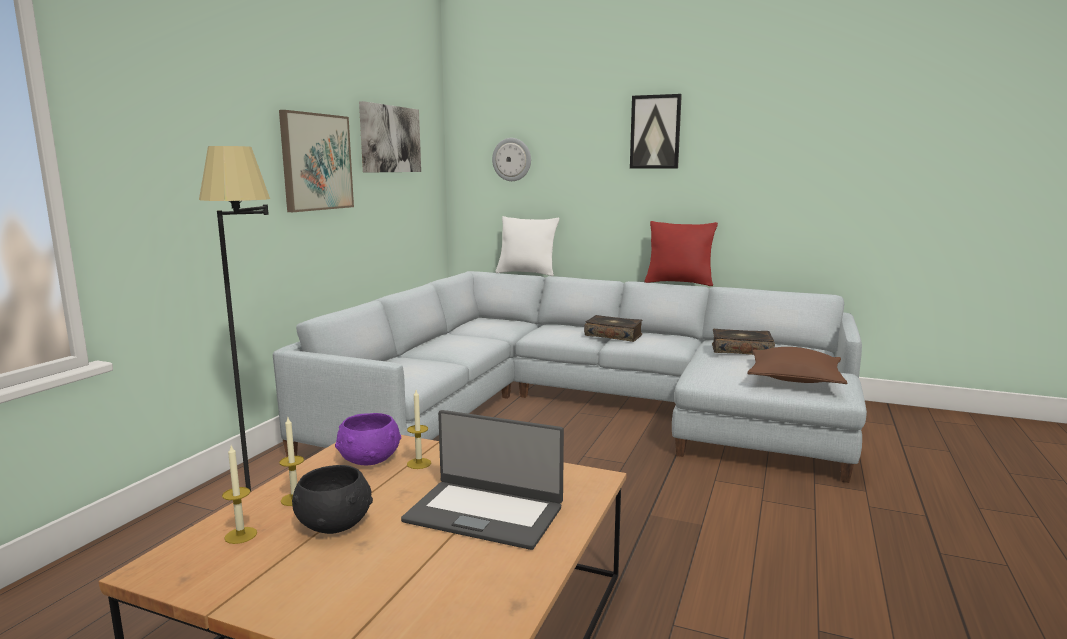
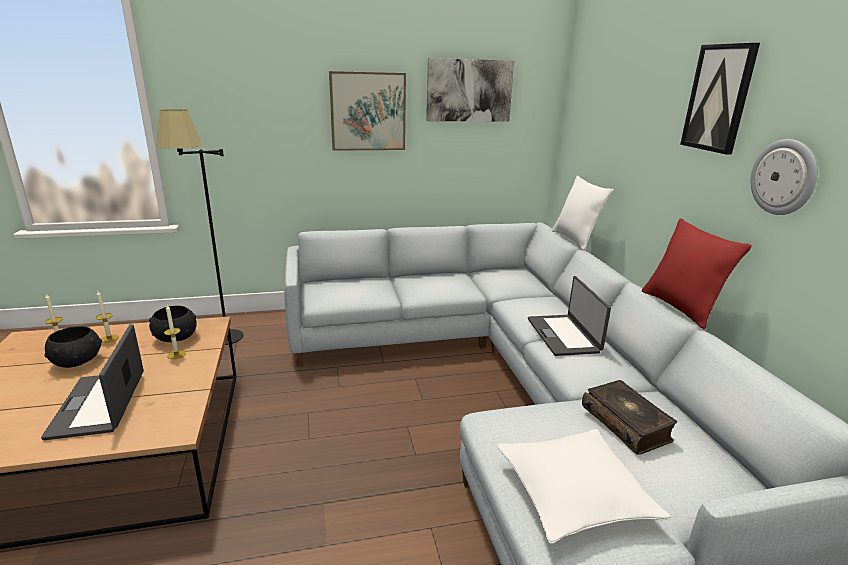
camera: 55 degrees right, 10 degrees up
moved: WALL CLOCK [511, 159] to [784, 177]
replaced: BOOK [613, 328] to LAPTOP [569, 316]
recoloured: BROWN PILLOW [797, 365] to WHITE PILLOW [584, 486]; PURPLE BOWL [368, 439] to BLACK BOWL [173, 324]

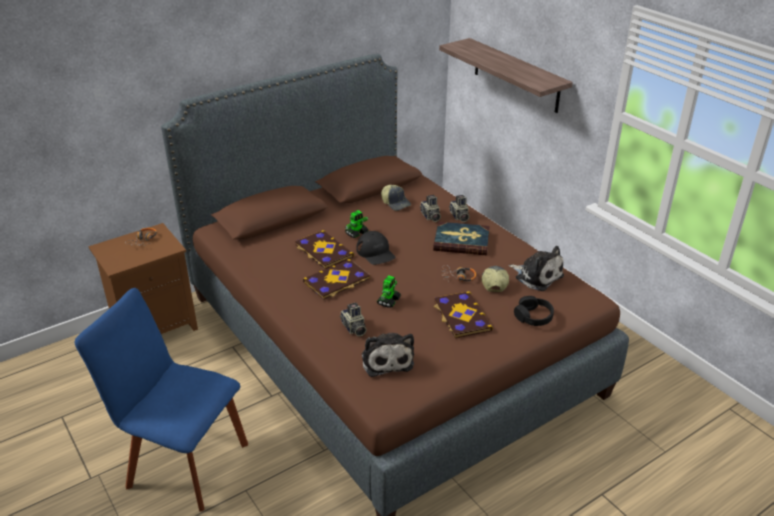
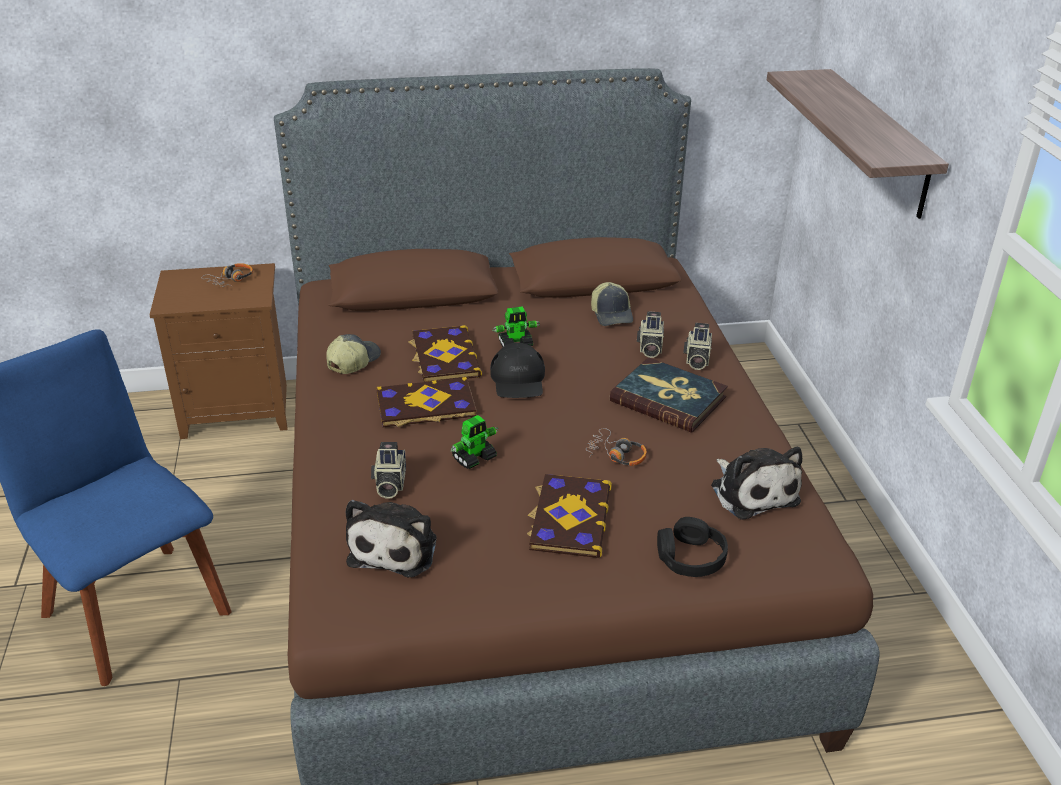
camera: 25 degrees right, 0 degrees up
moved: CAP [495, 279] to [353, 354]

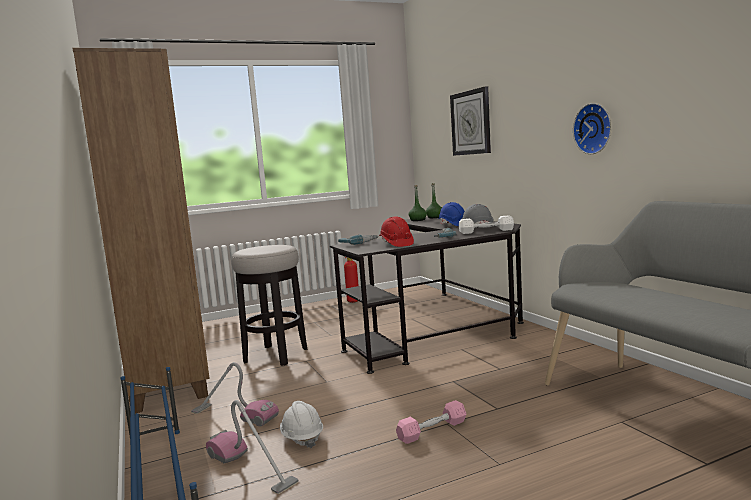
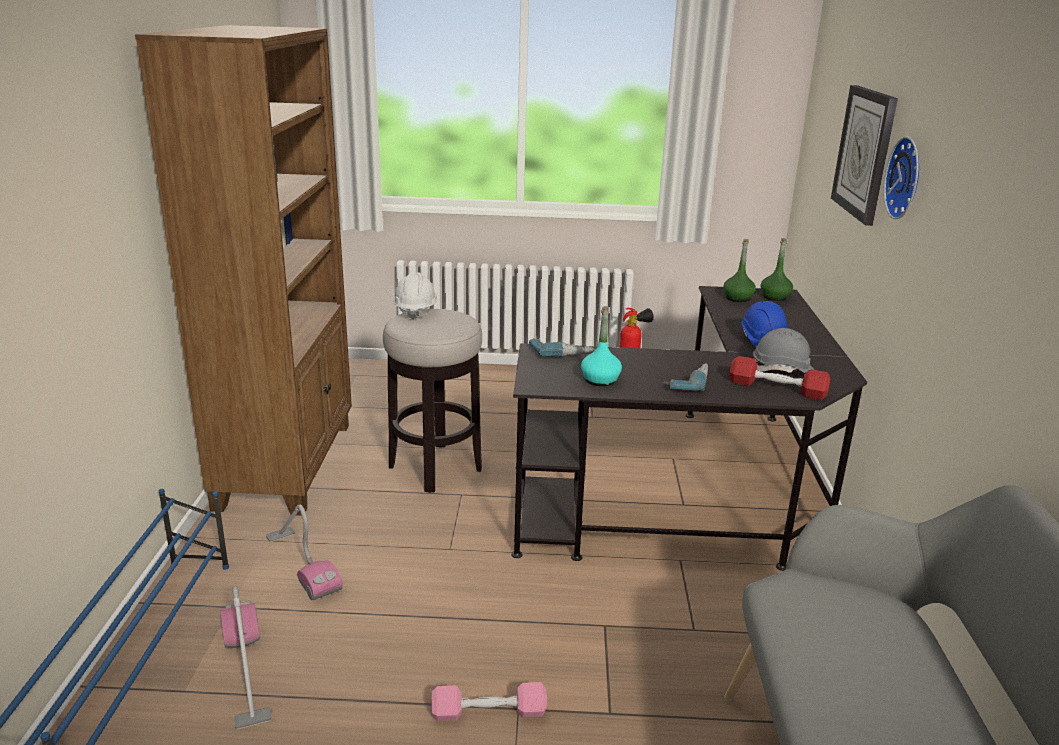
camera: 25 degrees right, 15 degrees up
moved: WALL CLOCK [592, 128] to [901, 177]; WHITE HARD HAT [301, 424] to [415, 296]
replaced: RED HARD HAT [396, 231] to TURQUOISE BOTTLE [601, 346]
recoloured: WHITE DUMBBELL [486, 224] to RED DUMBBELL [780, 378]

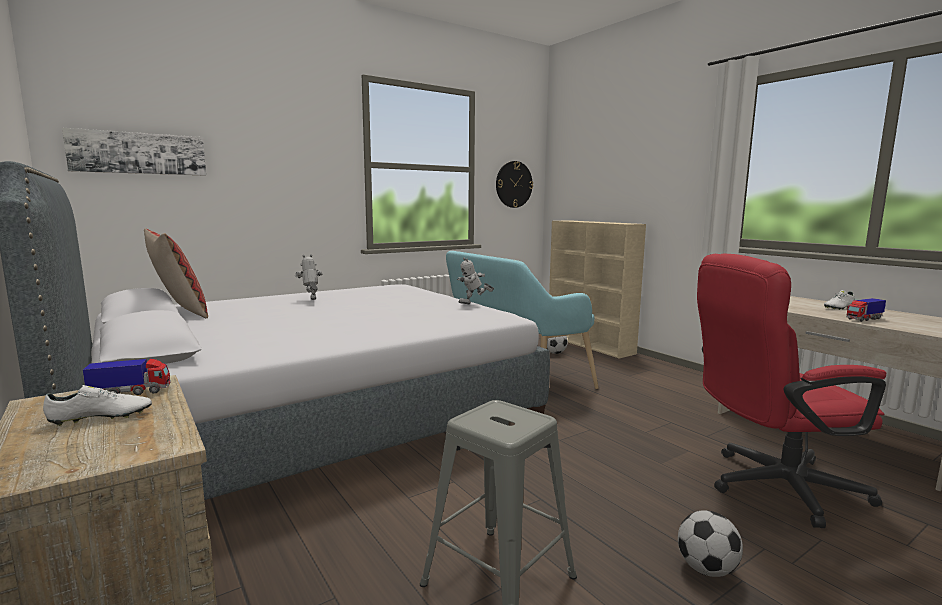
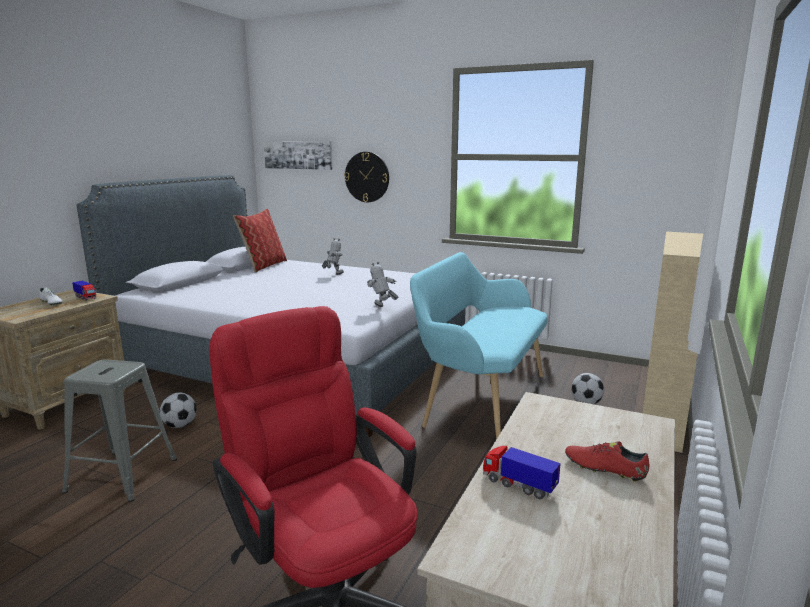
camera: 60 degrees right, 5 degrees up
moved: WALL CLOCK [514, 184] to [366, 177]; FOOTBALL [710, 543] to [178, 410]
recoloured: WHITE SHOE [839, 300] to RED SHOE [607, 461]

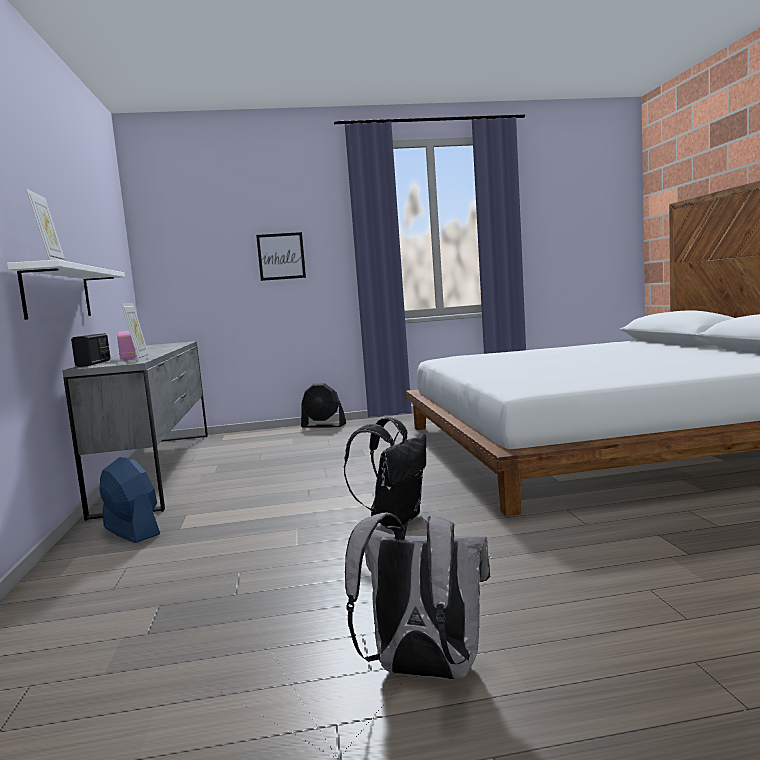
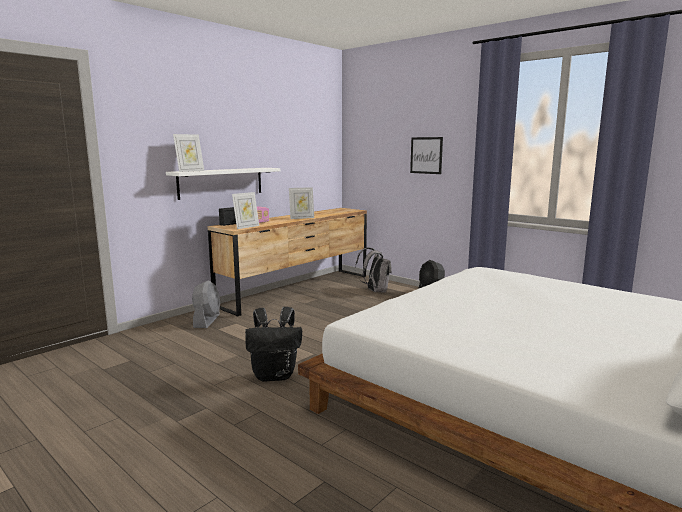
camera: 50 degrees right, 5 degrees up
added: PICTURE FRAME [301, 203]
moved: GREY BACKPACK [417, 596] to [373, 270]
recoloured: GREY DRESSER [135, 431] to BROWN DRESSER [287, 262]; BLUE FAN [129, 500] to GREY FAN [206, 304]

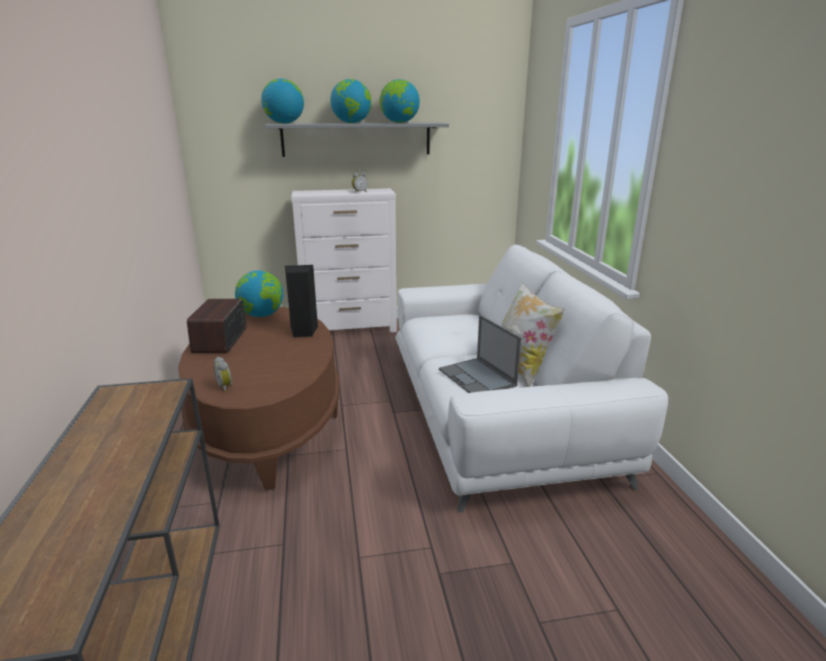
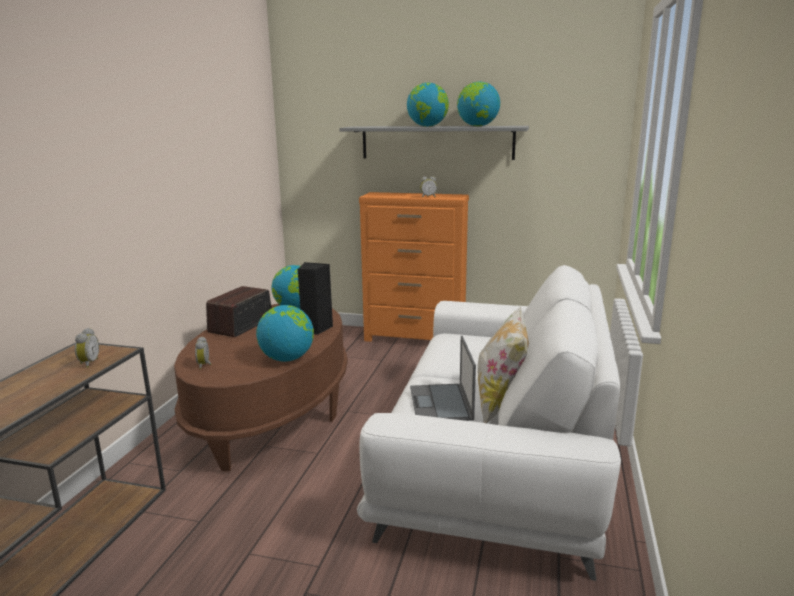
camera: 25 degrees right, 5 degrees down
added: ALARM CLOCK [87, 348]
moved: GLOBE [282, 101] to [285, 333]
recoloured: WHITE DRESSER [344, 260] to ORANGE DRESSER [414, 267]

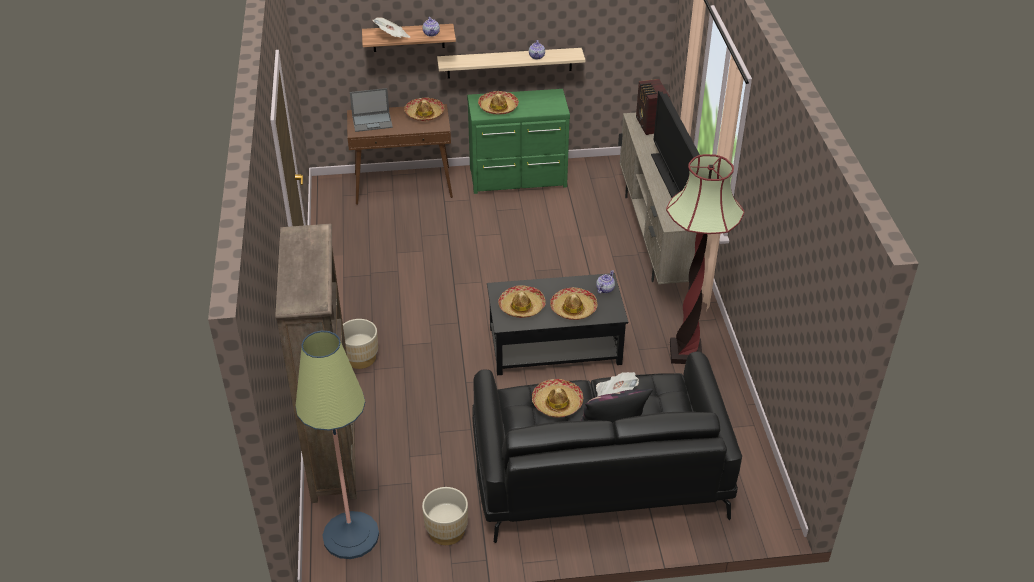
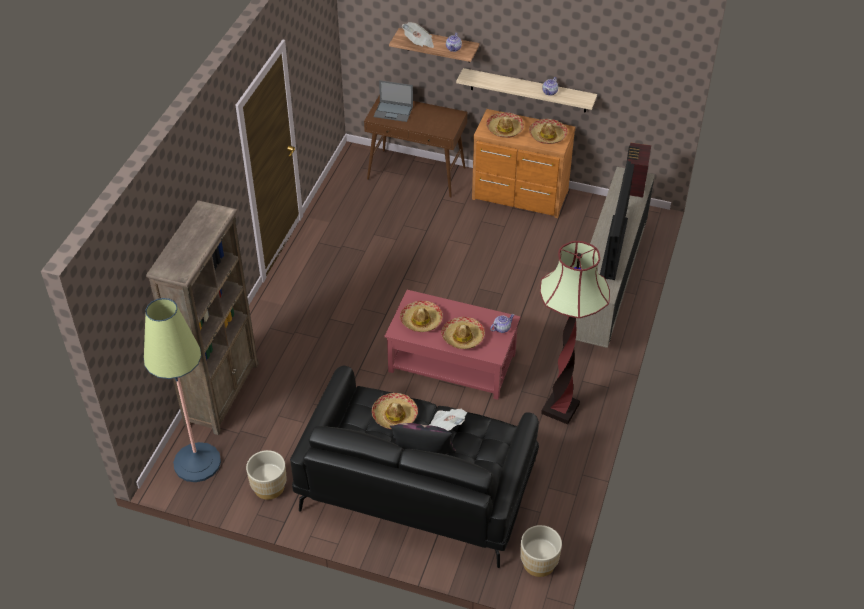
camera: 25 degrees right, 5 degrees up
moved: HAT [424, 109] to [548, 131]; BEIGE PLANTER [360, 344] to [541, 551]
recoloured: GREEN DRESSER [518, 141] to BROWN DRESSER [524, 163]; BLACK COFFEE TABLE [557, 324] to RED COFFEE TABLE [453, 345]

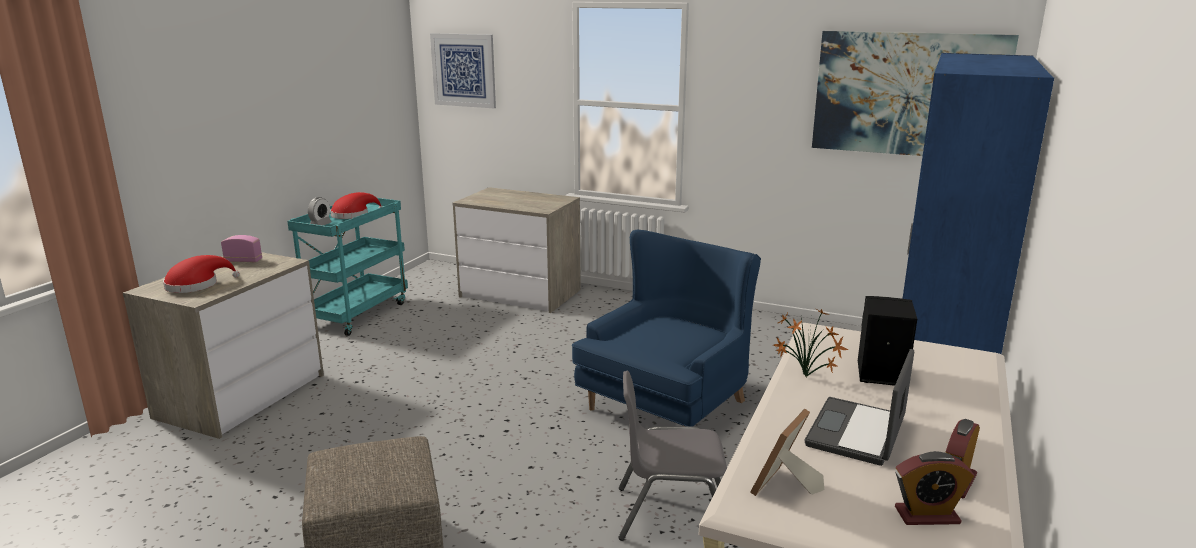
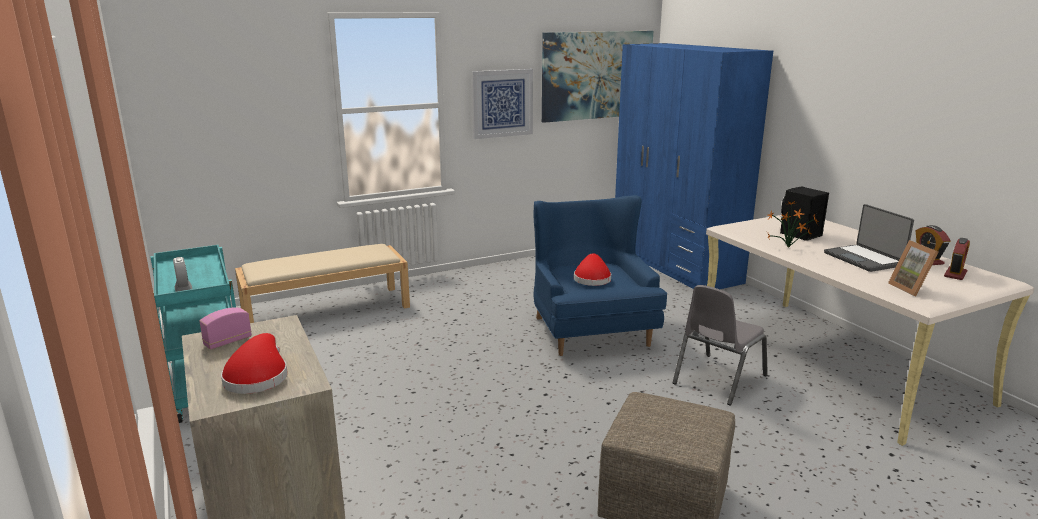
camera: 50 degrees left, 0 degrees up
moved: PICTURE [463, 70] to [502, 104]; RED HAT [356, 205] to [592, 269]
replaced: DRESSER [517, 250] to BEIGE BENCH [322, 283]

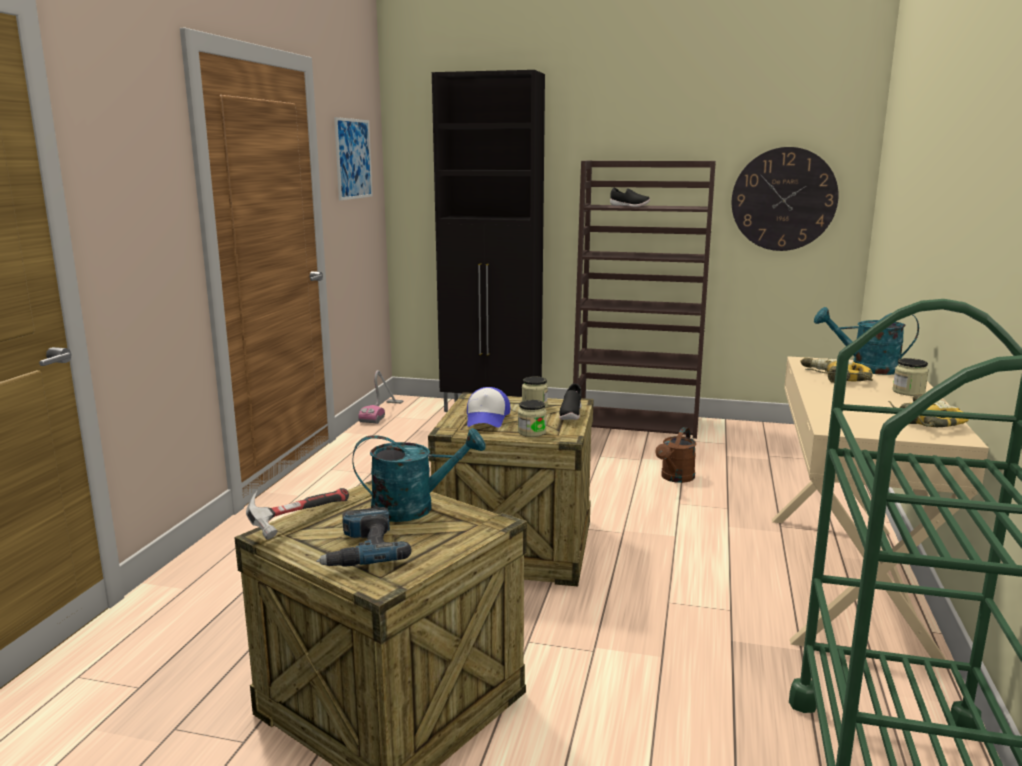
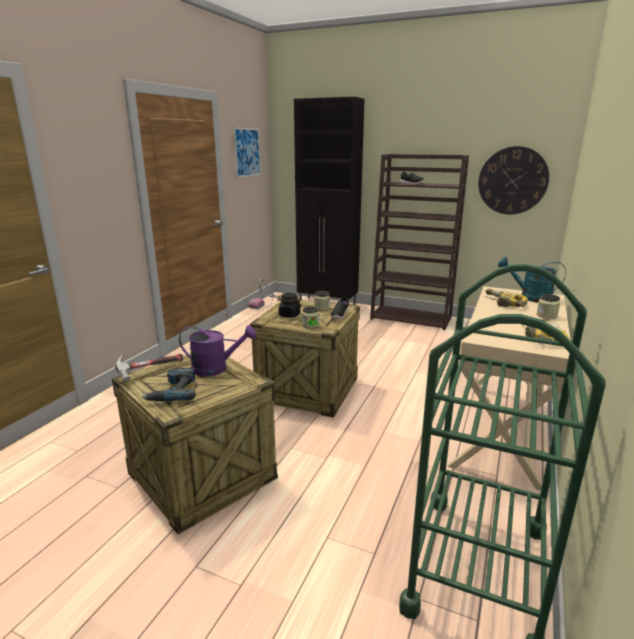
camera: 10 degrees right, 5 degrees up
removed: BROWN WATERING CAN [676, 455]
replaced: CAP [488, 407] to BLACK JAR [289, 305]
recoloured: TURQUOISE WATERING CAN [419, 475] to PURPLE WATERING CAN [217, 350]

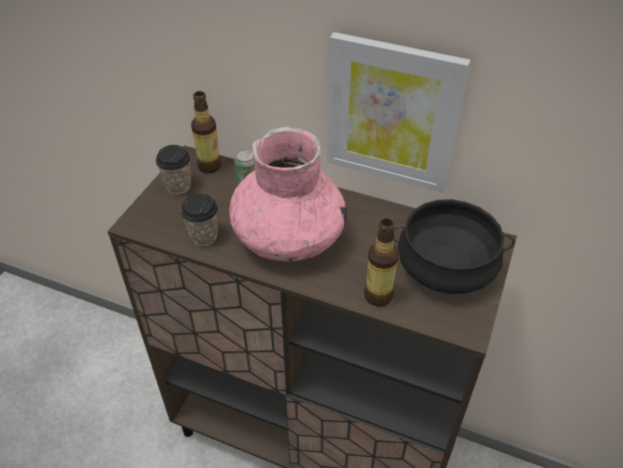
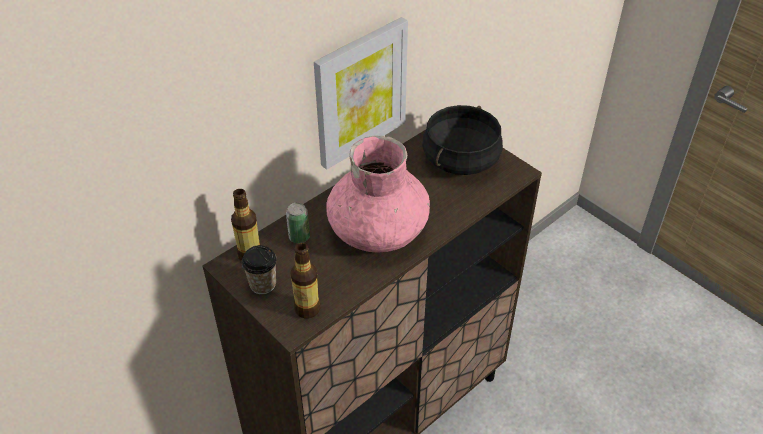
camera: 65 degrees left, 0 degrees up
removed: CUP [199, 219]
moved: BOTTLE [381, 262] to [305, 280]

